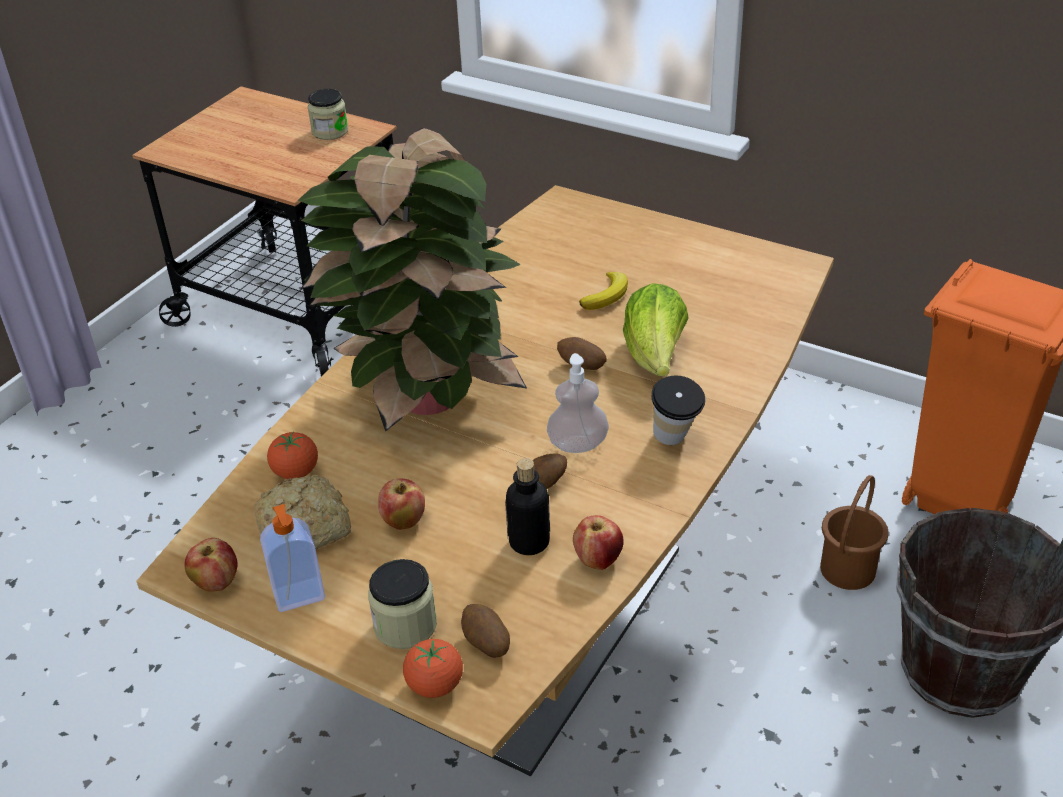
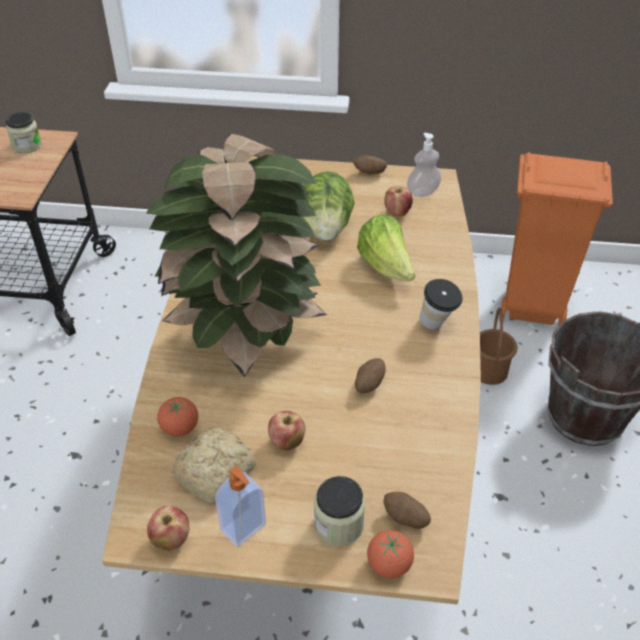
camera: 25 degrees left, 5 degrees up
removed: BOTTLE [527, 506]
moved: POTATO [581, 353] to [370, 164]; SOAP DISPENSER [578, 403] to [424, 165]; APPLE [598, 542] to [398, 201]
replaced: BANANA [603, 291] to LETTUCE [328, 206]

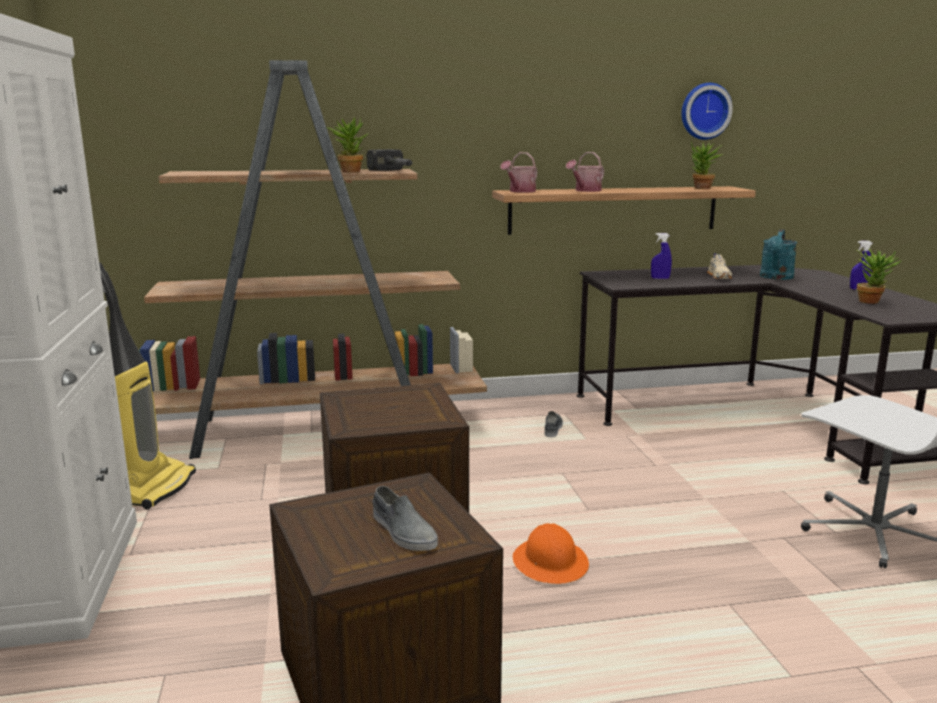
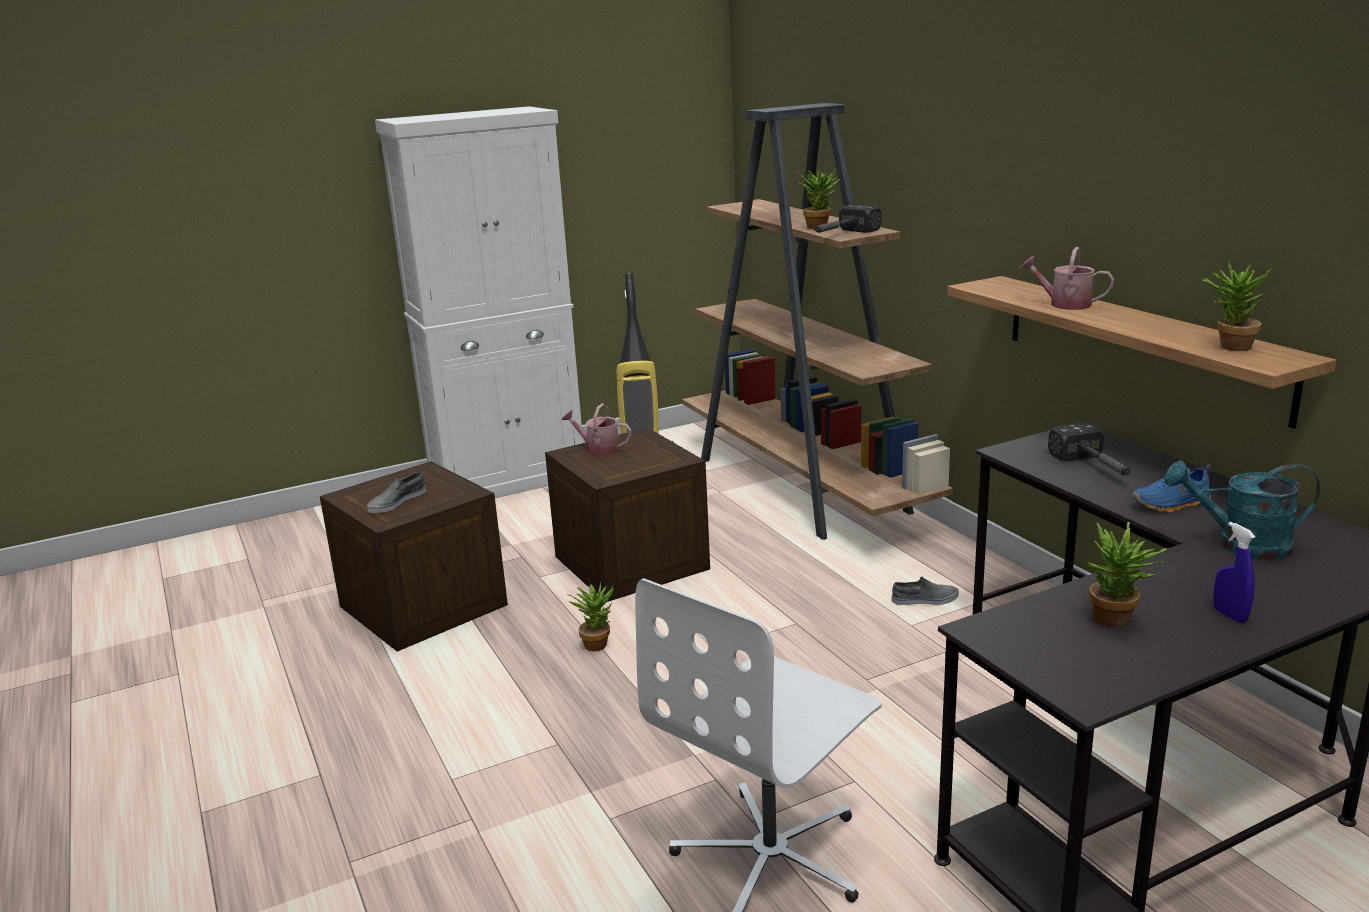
camera: 75 degrees right, 5 degrees up
removed: WALL CLOCK [707, 111]
moved: WATERING CAN [519, 172] to [596, 429]
replaced: BLUE SPRAY BOTTLE [661, 256] to HAMMER [1090, 448]; ORANGE HARD HAT [551, 553] to POTTED PLANT [590, 616]
recoloured: BEIGE SHOE [719, 266] to BLUE SHOE [1172, 488]

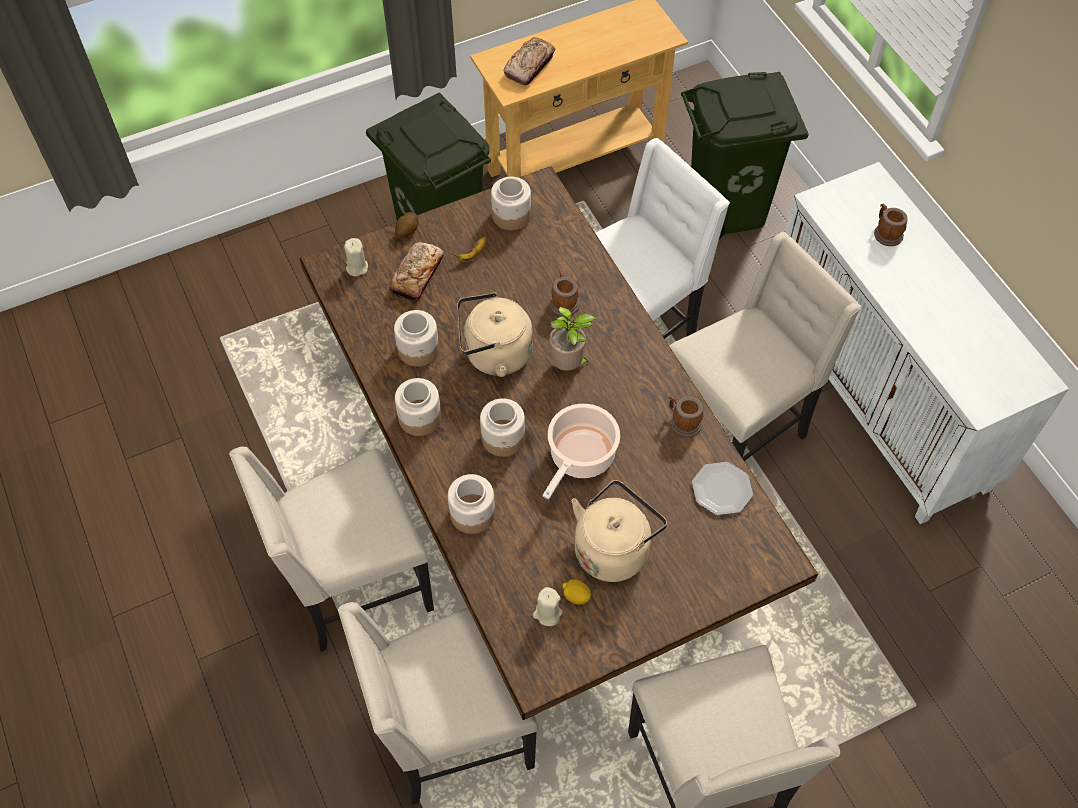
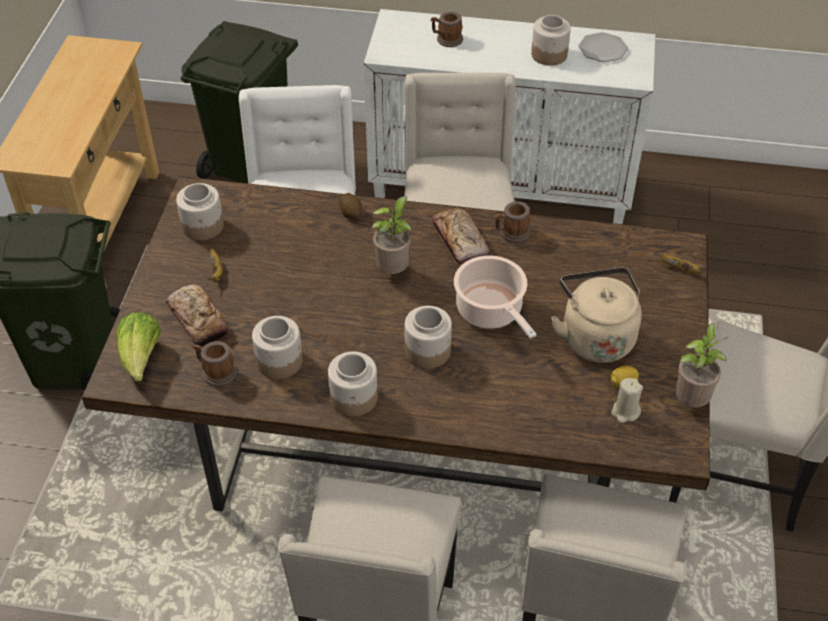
camera: 55 degrees left, 10 degrees down
removed: BEIGE KETTLE [495, 334]
added: BANANA [681, 264]; POTTED PLANT [701, 365]
moved: BREAD [529, 61] to [460, 236]; POTATO [407, 225] to [350, 206]; MUG [565, 293] to [215, 364]; PLATE [722, 488] to [603, 47]; JAR [471, 504] to [551, 40]
replaced: BEIGE CANDLE [356, 257] to LETTUCE [138, 347]

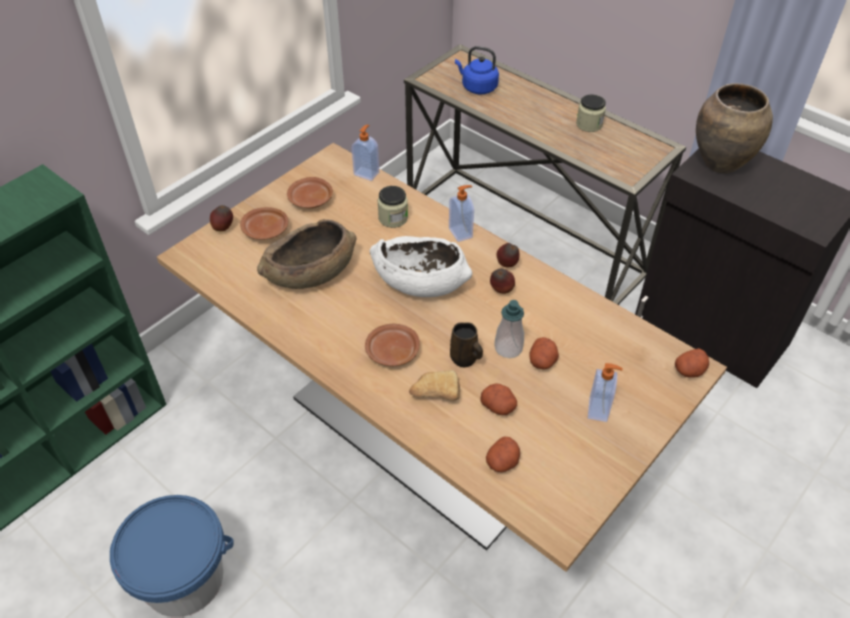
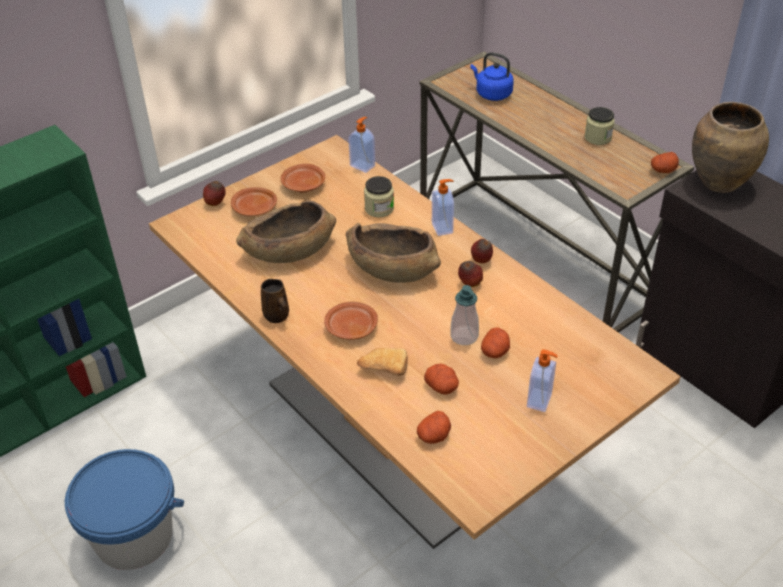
camera: 10 degrees right, 5 degrees down
moved: BROWN MUG [466, 344] to [275, 301]; POTATO [692, 363] to [665, 162]
recoloured: WHITE BOWL [420, 266] to BROWN BOWL [393, 253]

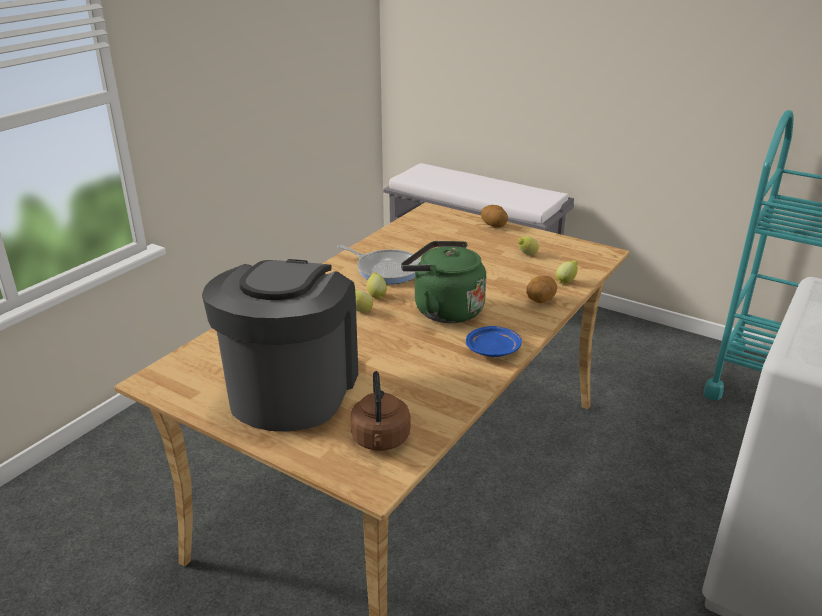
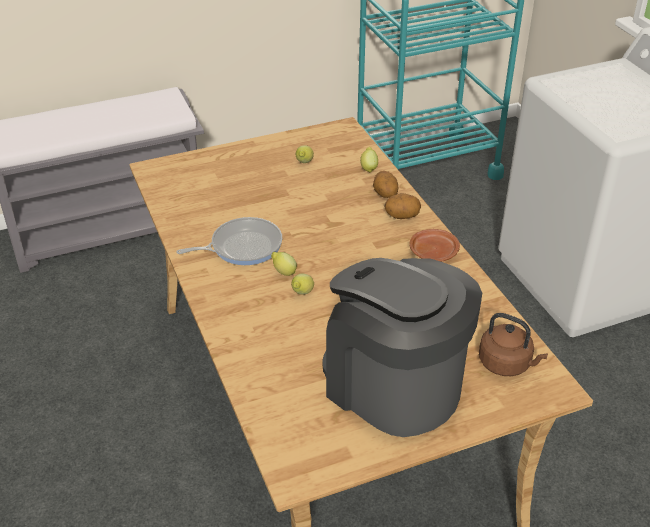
camera: 55 degrees left, 10 degrees up
removed: GREEN KETTLE [443, 282]
moved: POTATO [494, 216] to [403, 206]
recoloured: BLUE PLATE [494, 341] to BROWN PLATE [434, 245]

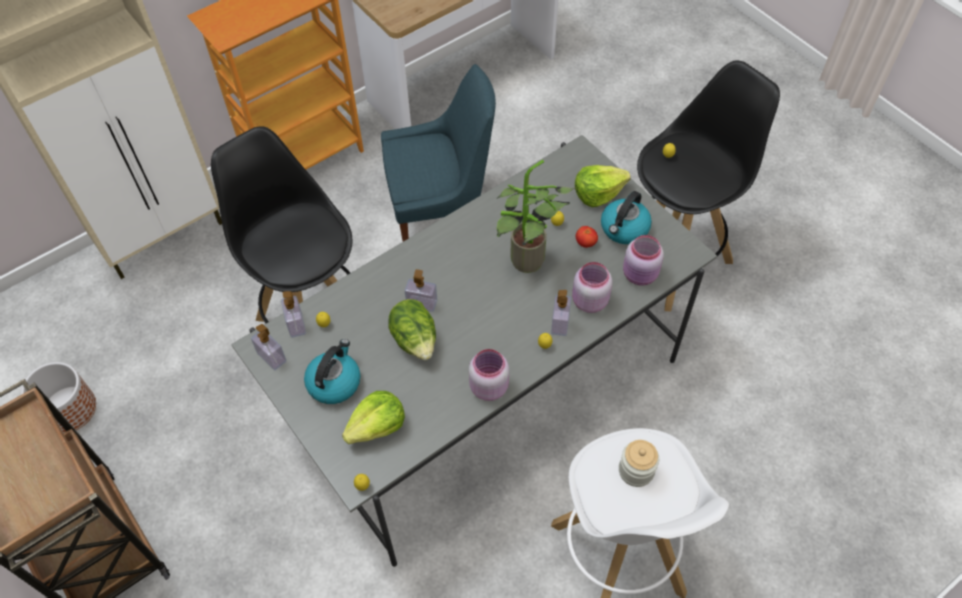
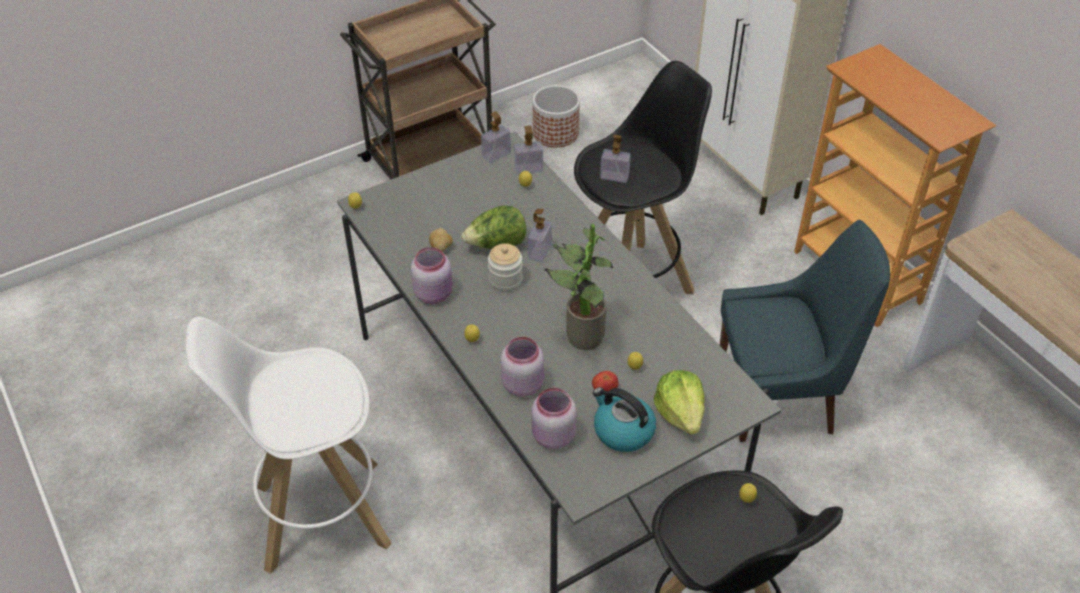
camera: 95 degrees right, 10 degrees down
removed: KETTLE [332, 371]; LETTUCE [373, 417]
added: POTATO [441, 240]
moved: SOAP DISPENSER [561, 313] to [615, 159]; JAR [639, 463] to [505, 267]
turned: BLUE CHAIR [438, 152] = [805, 331] 90 degrees counterclockwise

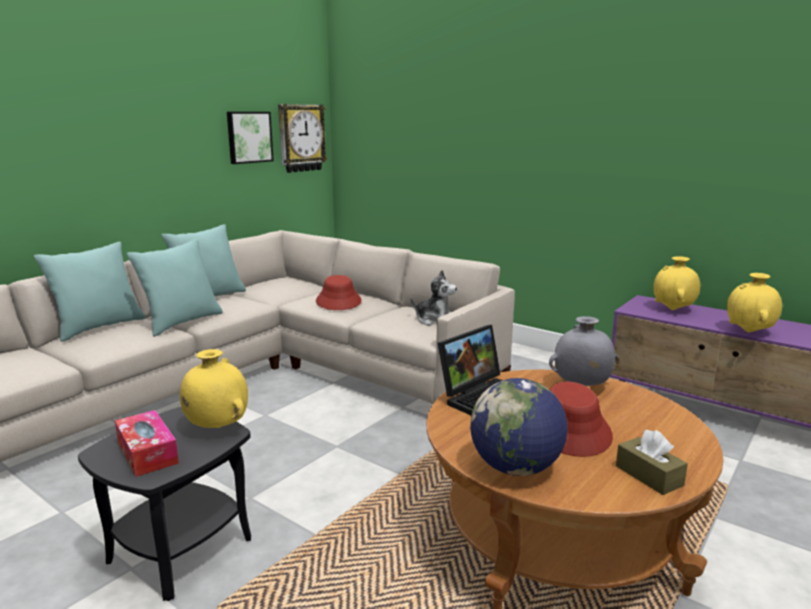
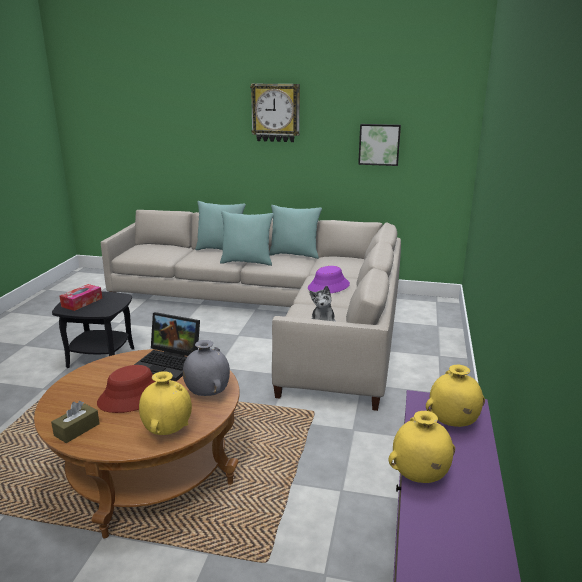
camera: 65 degrees right, 5 degrees up
removed: GLOBE [519, 427]
moved: WALL CLOCK [302, 138] to [275, 113]; YELLOW VASE [214, 388] to [165, 403]
recoloured: RED HAT [339, 292] to PURPLE HAT [329, 280]

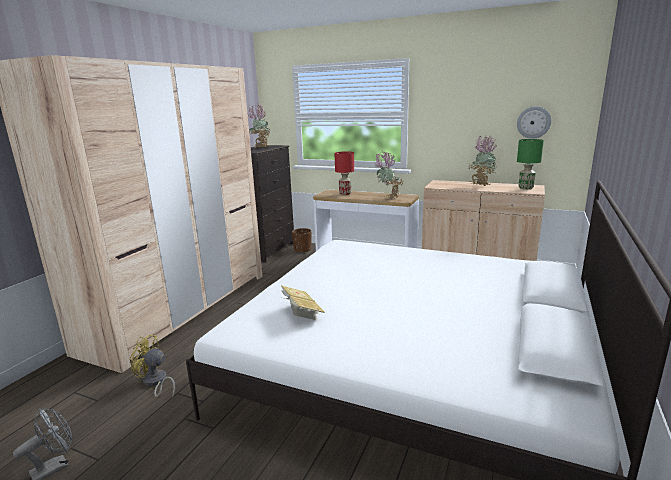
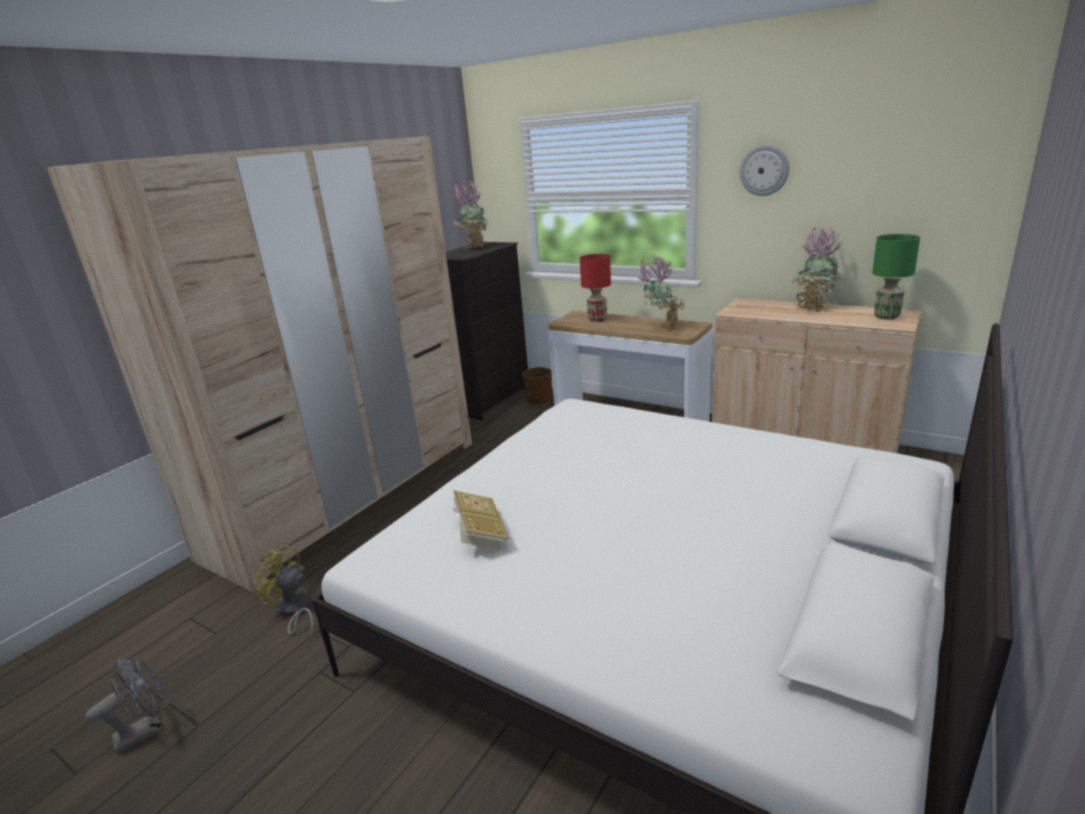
camera: 10 degrees right, 5 degrees up
moved: WALL CLOCK [534, 122] to [764, 170]

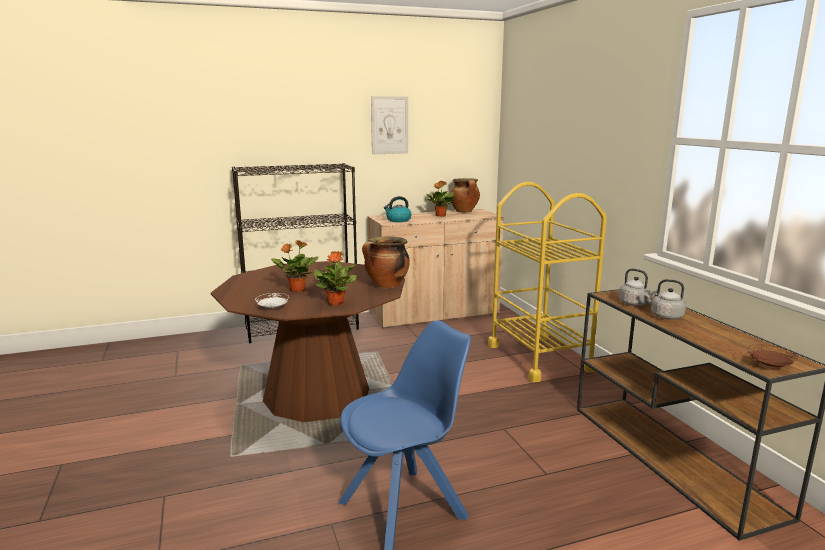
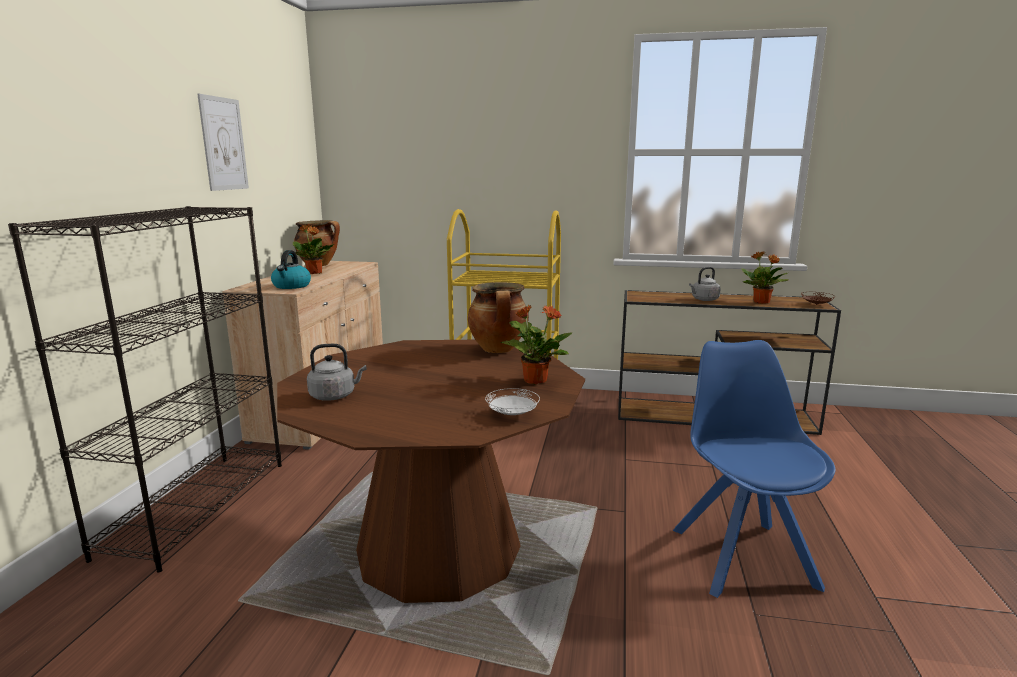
camera: 60 degrees left, 0 degrees up
moved: POTTED PLANT [295, 266] to [764, 277]; GREY KETTLE [638, 287] to [336, 372]

